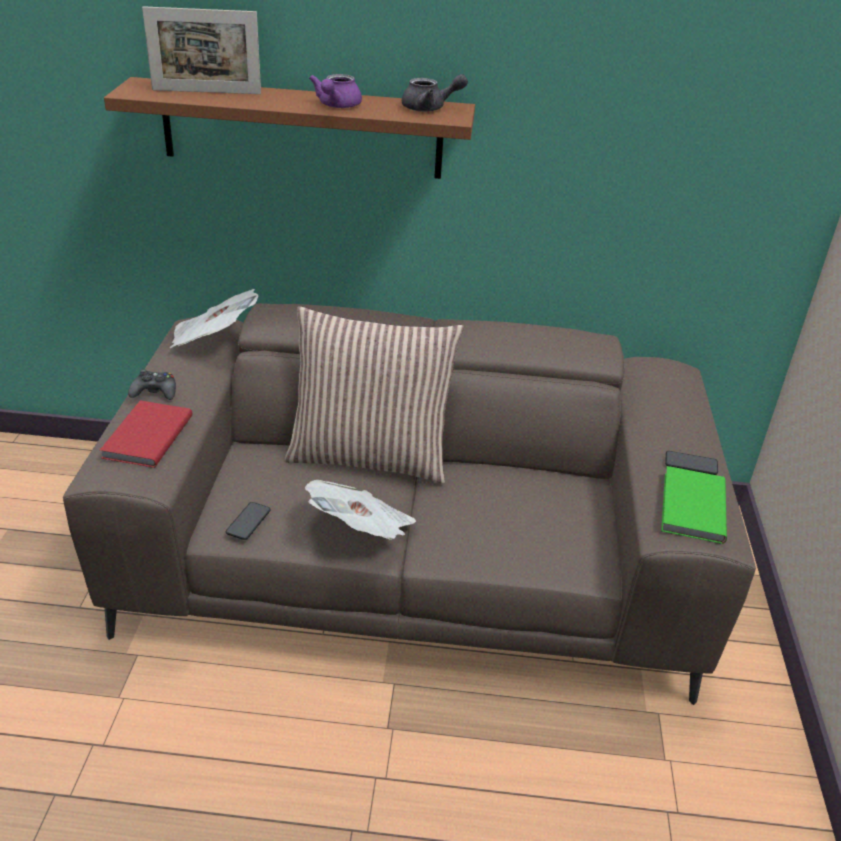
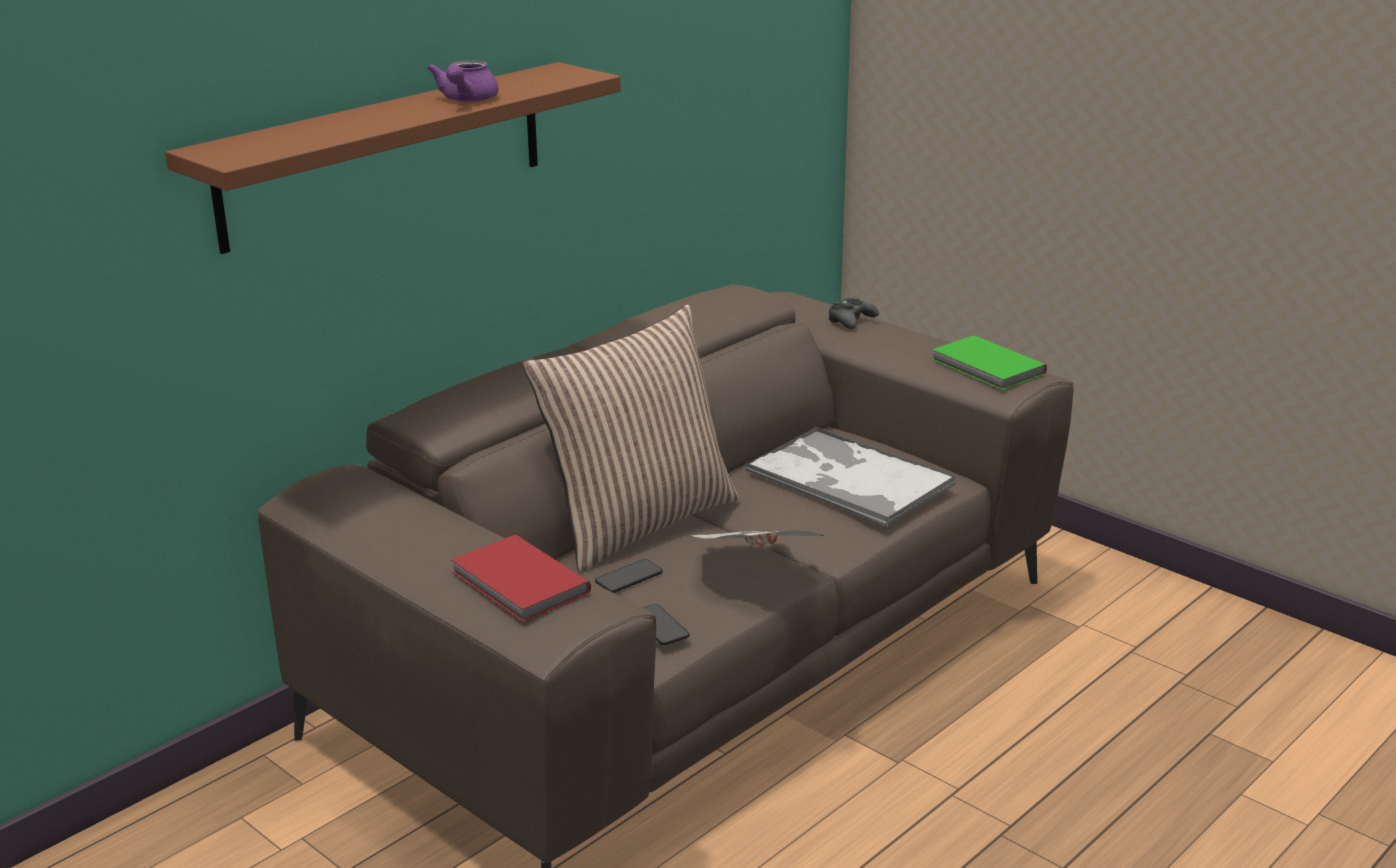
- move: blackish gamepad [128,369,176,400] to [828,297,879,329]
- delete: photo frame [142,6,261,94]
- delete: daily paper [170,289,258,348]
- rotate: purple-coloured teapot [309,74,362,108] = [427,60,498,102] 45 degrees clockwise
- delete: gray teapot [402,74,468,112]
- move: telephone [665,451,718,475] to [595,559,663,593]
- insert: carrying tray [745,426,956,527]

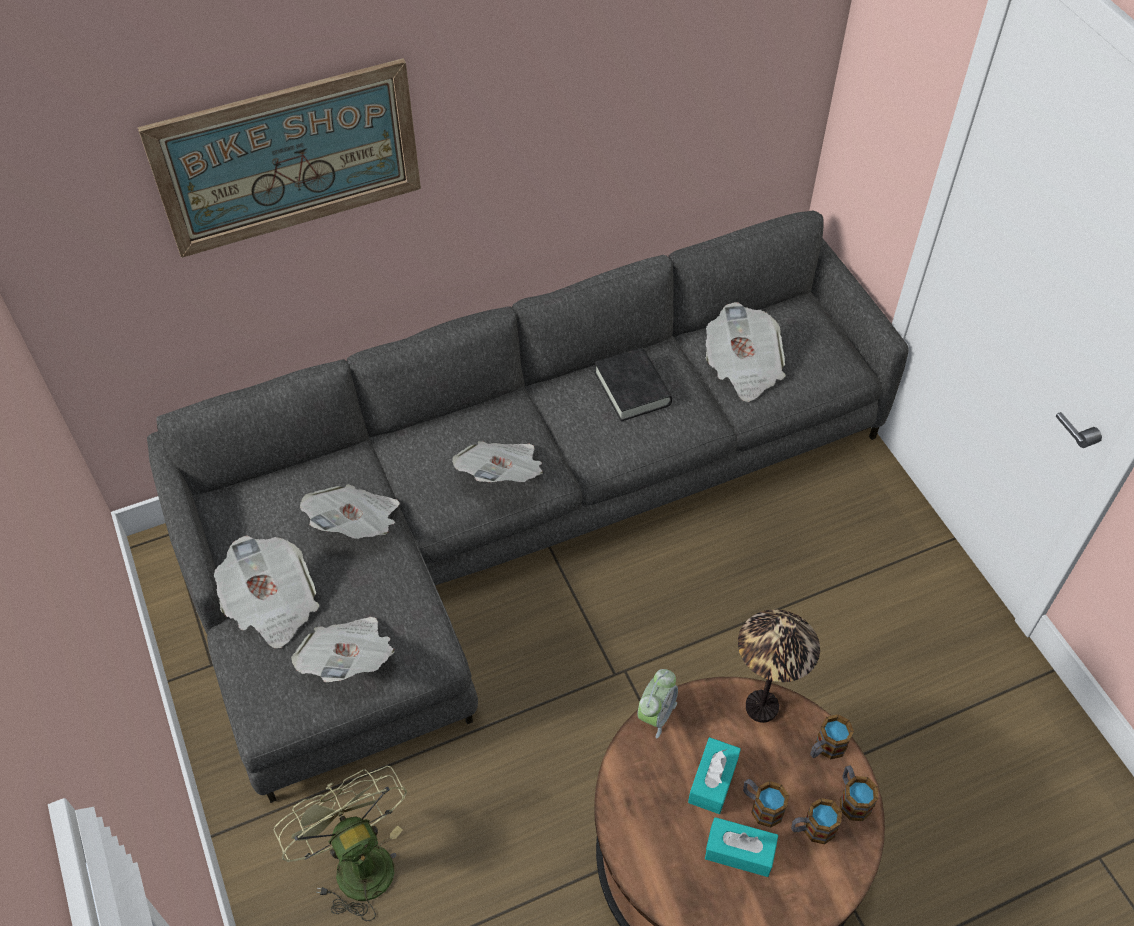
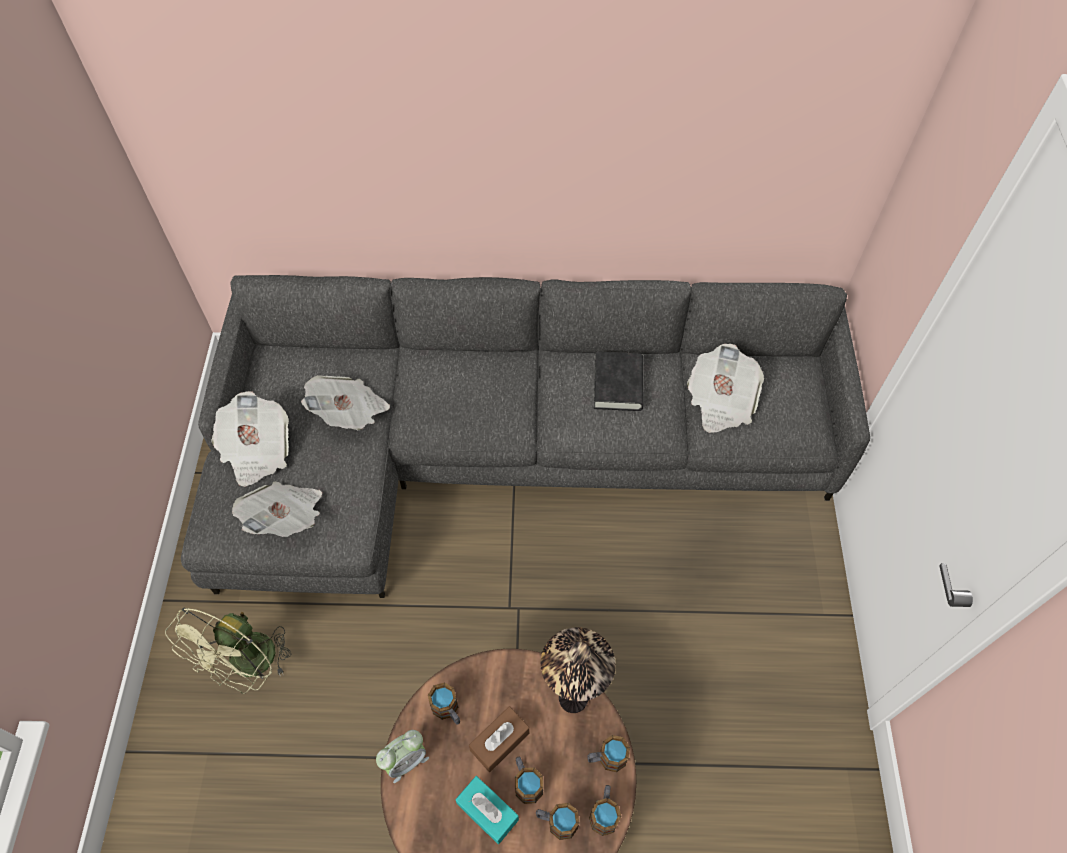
- delete: wall picture [138,58,421,258]
- rotate: greenish electric fan [274,766,407,921] = [165,607,291,694] 150 degrees counterclockwise
- delete: daily paper [452,441,543,482]
- move: table clock [637,669,678,738] to [376,730,429,783]
- recolor: turquoise-coloured tissue box [688,737,741,814] to brownish tissue box [469,706,529,772]
- insert: coffee mug [428,682,460,725]

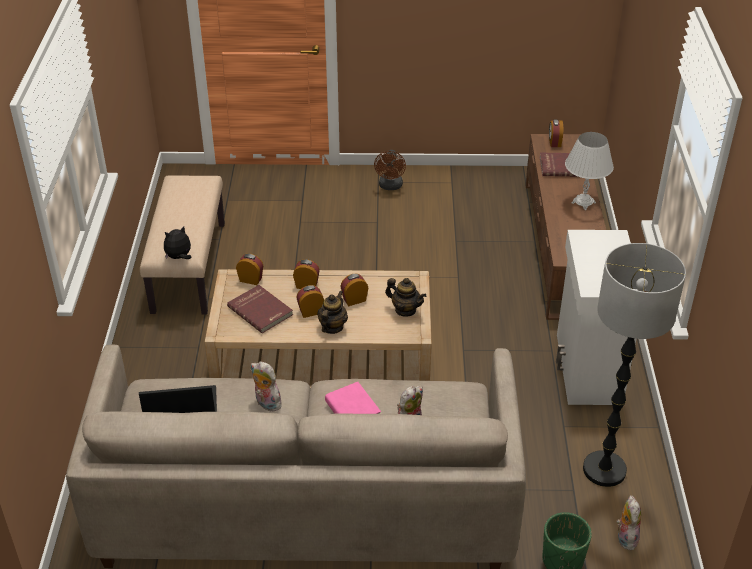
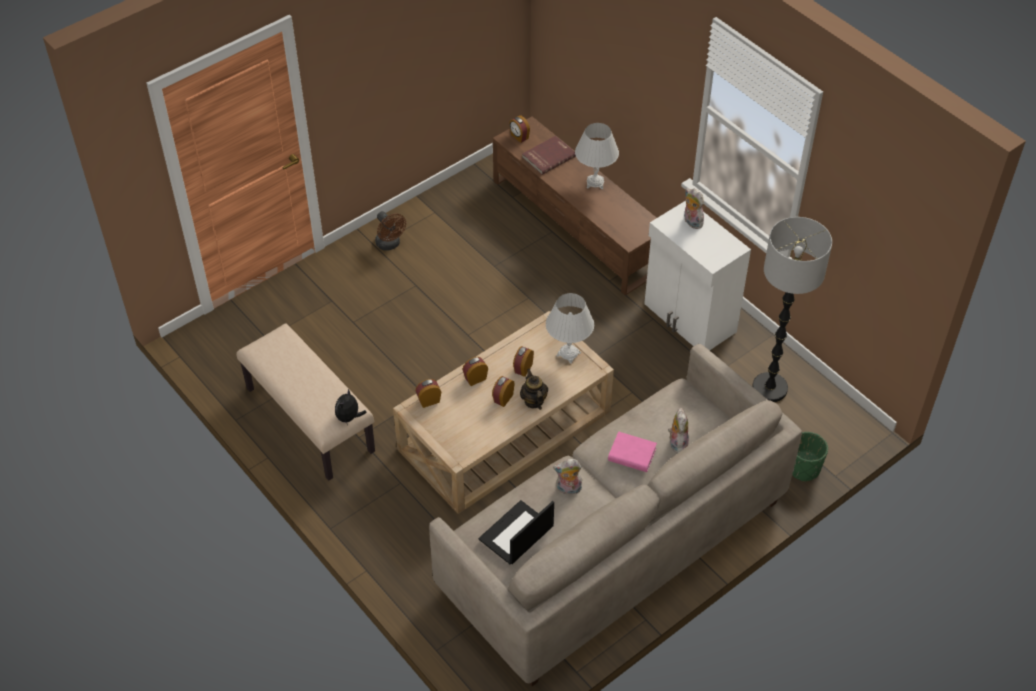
- delete: red-coloured bound book [227,285,293,333]
- replace: teapot [385,278,426,317] to white-coloured tabletop lamp [546,293,594,364]
- move: plush toy [616,495,641,550] to [684,188,705,229]

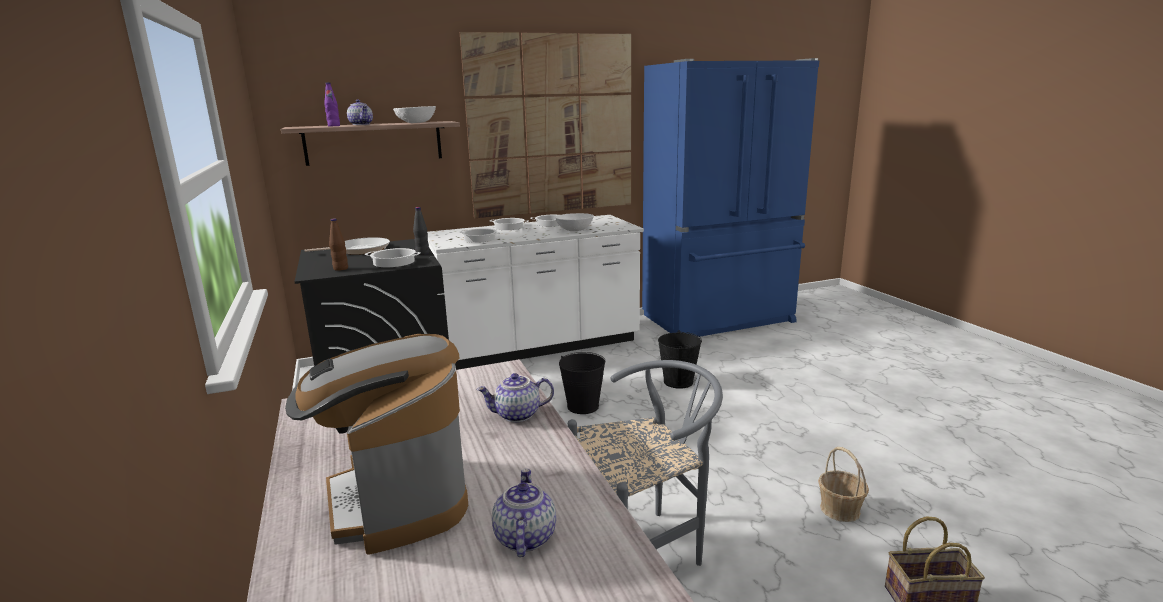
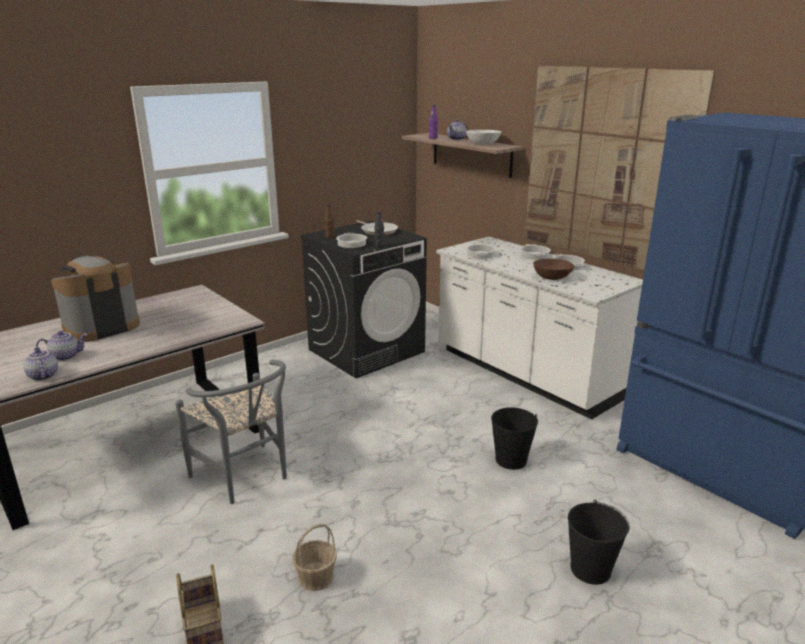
- move: teapot [477,373,554,422] to [23,347,58,381]
- recolor: white-coloured serving bowl [555,213,594,231] to brownish serving bowl [533,259,574,280]
- move: blackish water bucket [559,352,605,414] to [568,500,630,585]

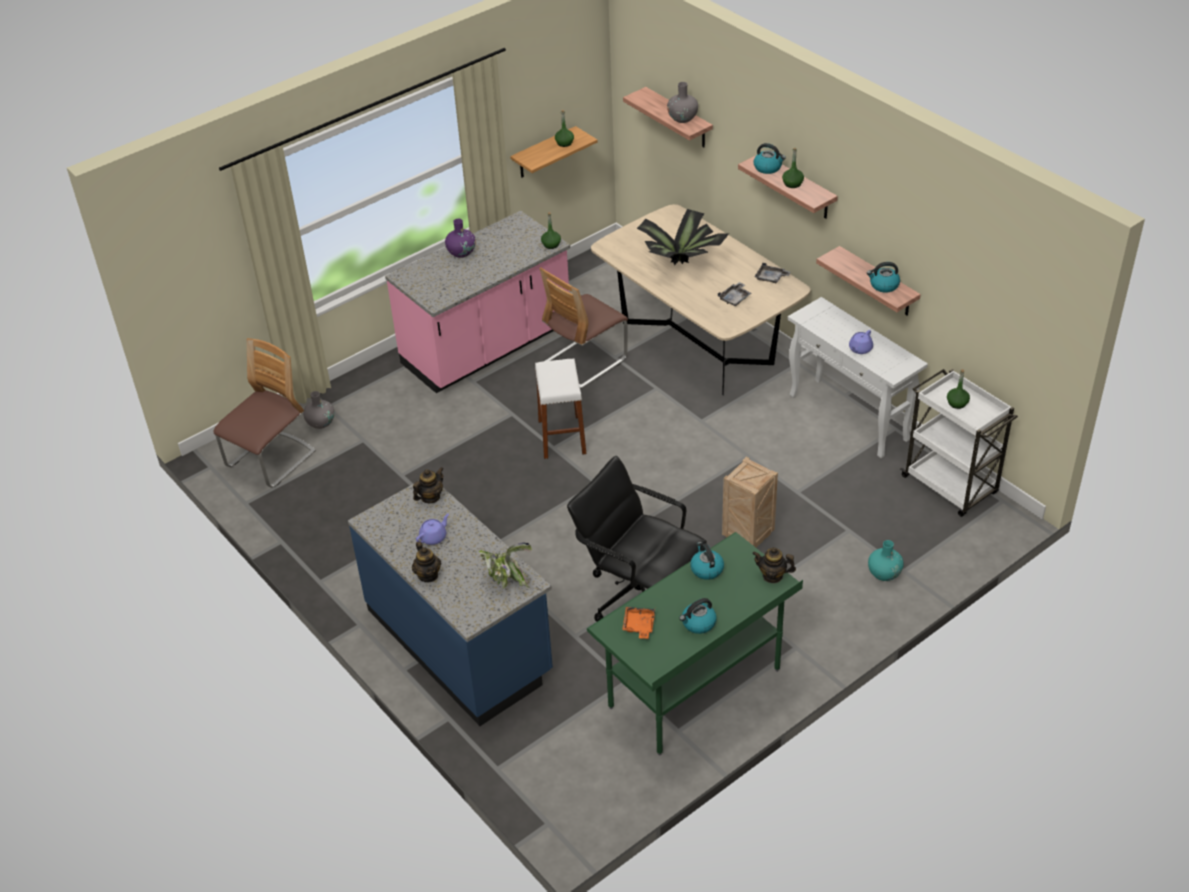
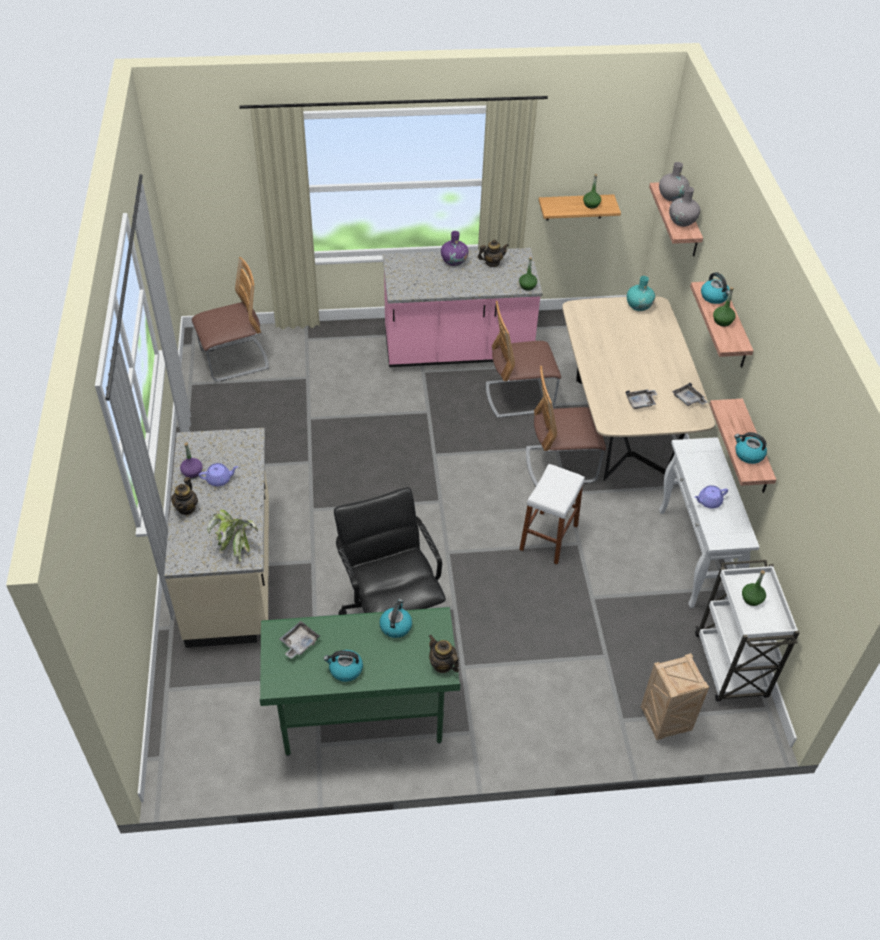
- move: gray flower vase [303,391,335,429] to [659,162,689,201]
- recolor: bluish counter [348,484,553,726] to beige-coloured counter [164,428,269,648]
- move: teapot [413,467,444,503] to [478,239,509,267]
- move: white-coloured sitting stool [535,359,586,459] to [519,464,585,565]
- recolor: orange carrying tray [622,607,655,639] to gray carrying tray [280,621,320,659]
- delete: houseplant [637,209,729,265]
- move: shipping crate [722,457,778,547] to [641,653,709,740]
- move: turquoise-coloured flower vase [868,540,904,581] to [627,276,655,311]
- insert: purple-coloured drink bottle [180,442,203,479]
- insert: plain chair [526,366,606,487]

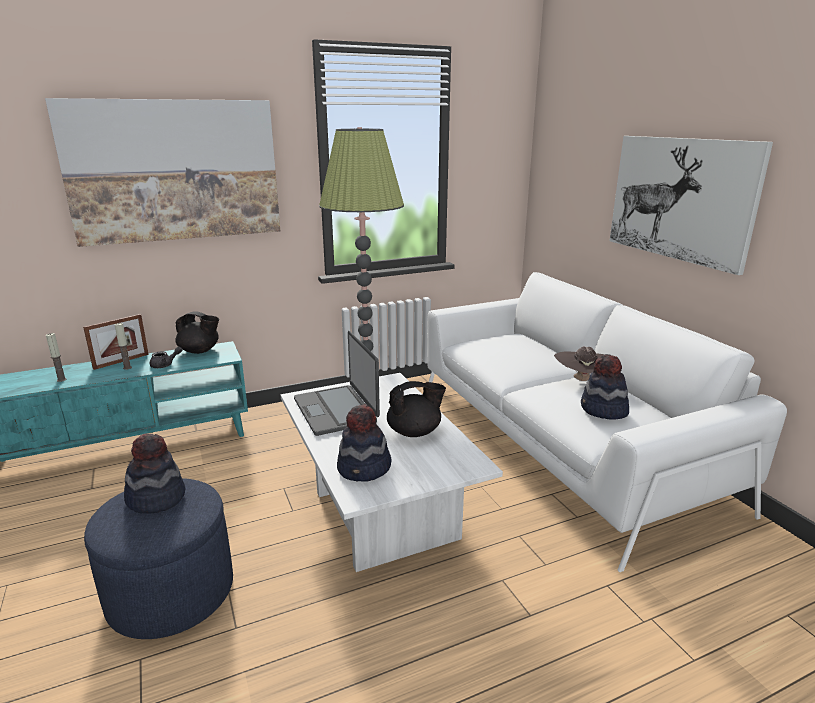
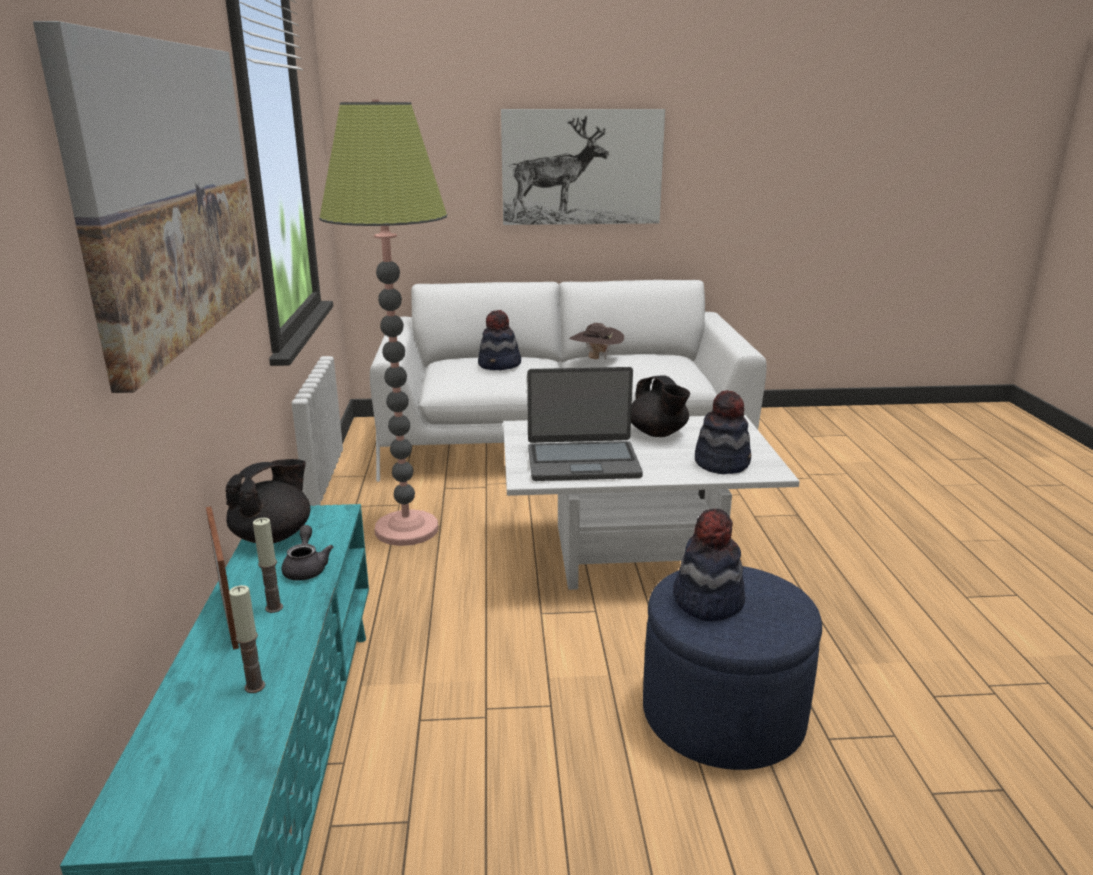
- rotate: blackish teapot [387,381,446,437] = [631,375,690,437] 150 degrees clockwise
- move: wearable hat [581,354,629,420] to [478,310,521,370]

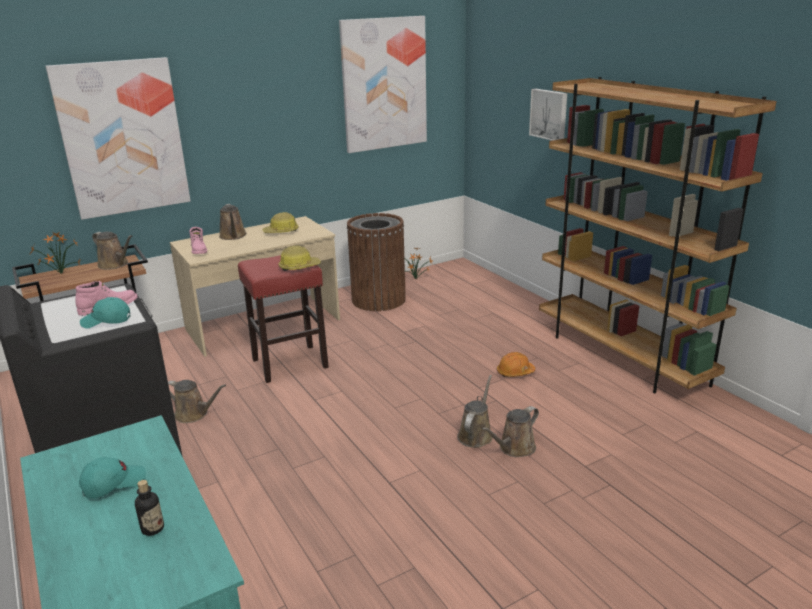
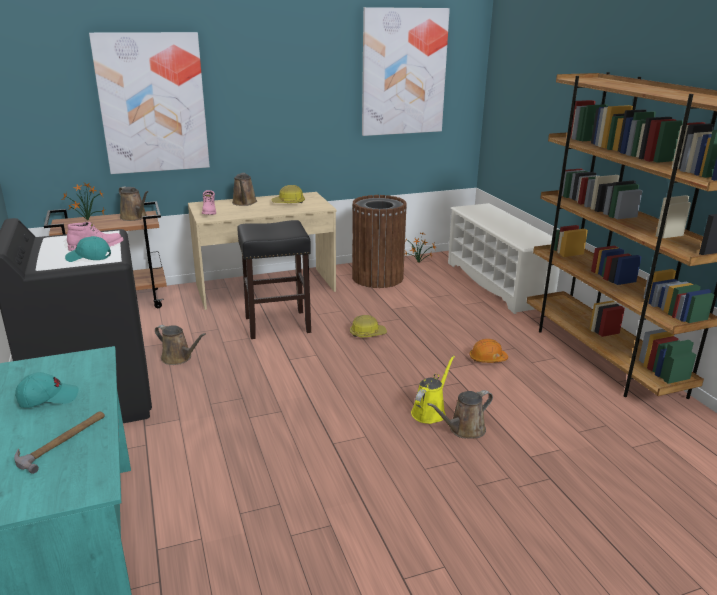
- replace: drink bottle [135,480,164,536] to tool hammer [14,411,105,474]
- recolor: red-coloured sitting stool [238,255,329,383] to blackish sitting stool [237,220,311,339]
- move: work helmet [279,246,321,271] to [350,315,387,337]
- recolor: brownish sprinkling can [457,375,493,448] to yellowish sprinkling can [411,356,455,424]
- delete: wall picture [529,89,567,140]
- insert: white-coloured shoe rack [448,203,560,314]

